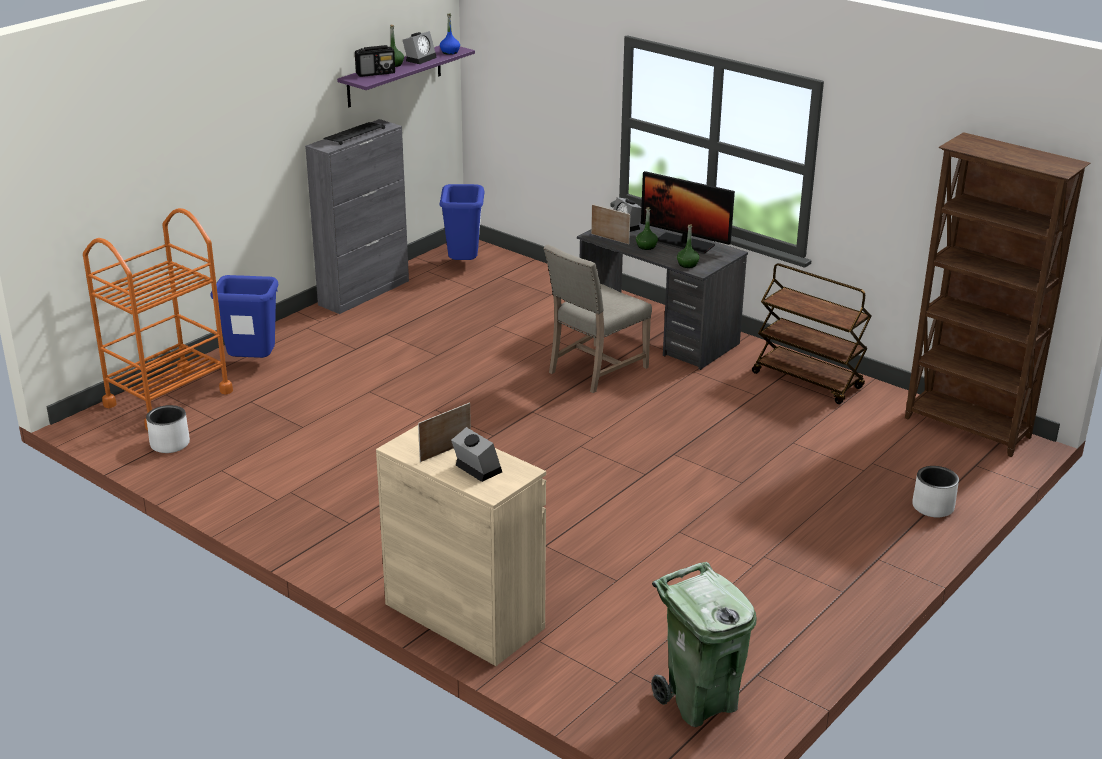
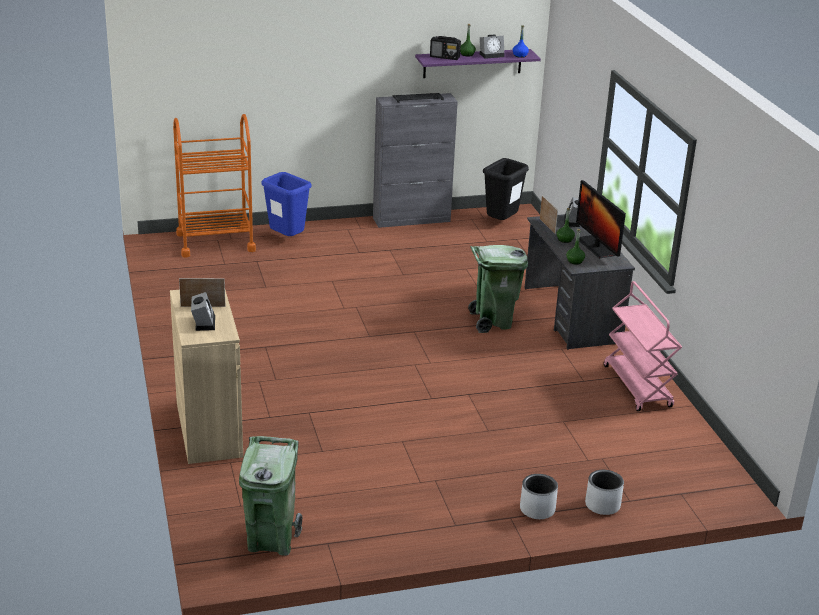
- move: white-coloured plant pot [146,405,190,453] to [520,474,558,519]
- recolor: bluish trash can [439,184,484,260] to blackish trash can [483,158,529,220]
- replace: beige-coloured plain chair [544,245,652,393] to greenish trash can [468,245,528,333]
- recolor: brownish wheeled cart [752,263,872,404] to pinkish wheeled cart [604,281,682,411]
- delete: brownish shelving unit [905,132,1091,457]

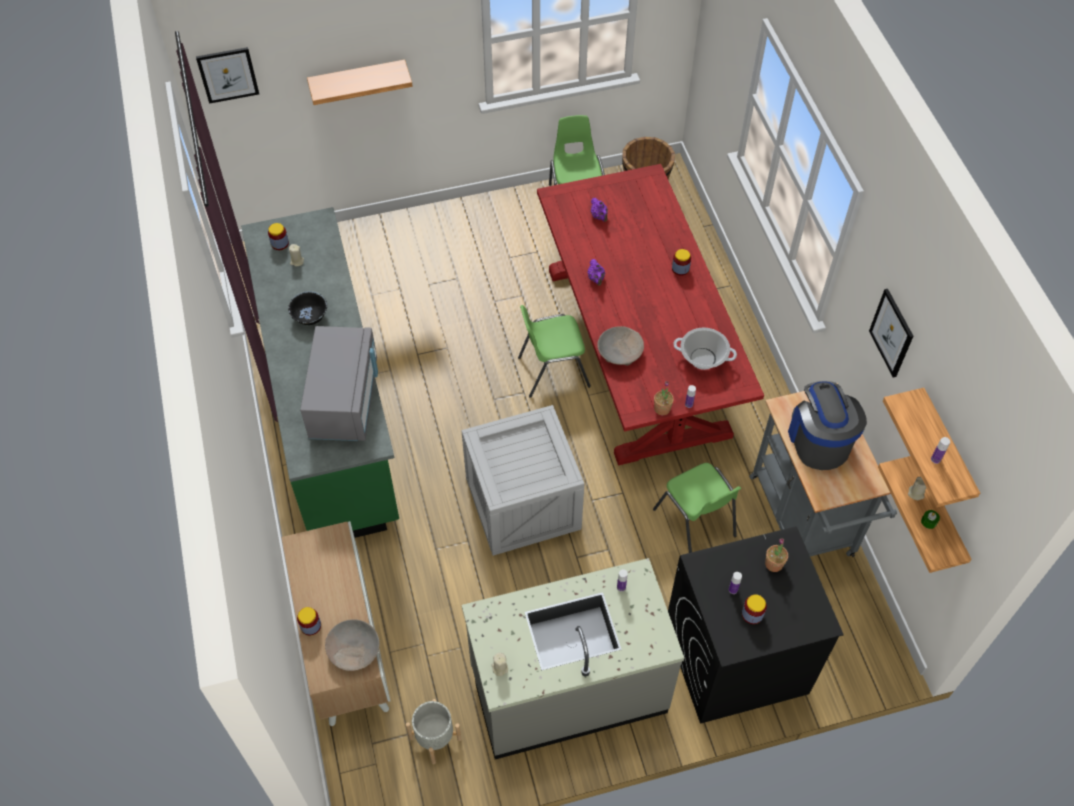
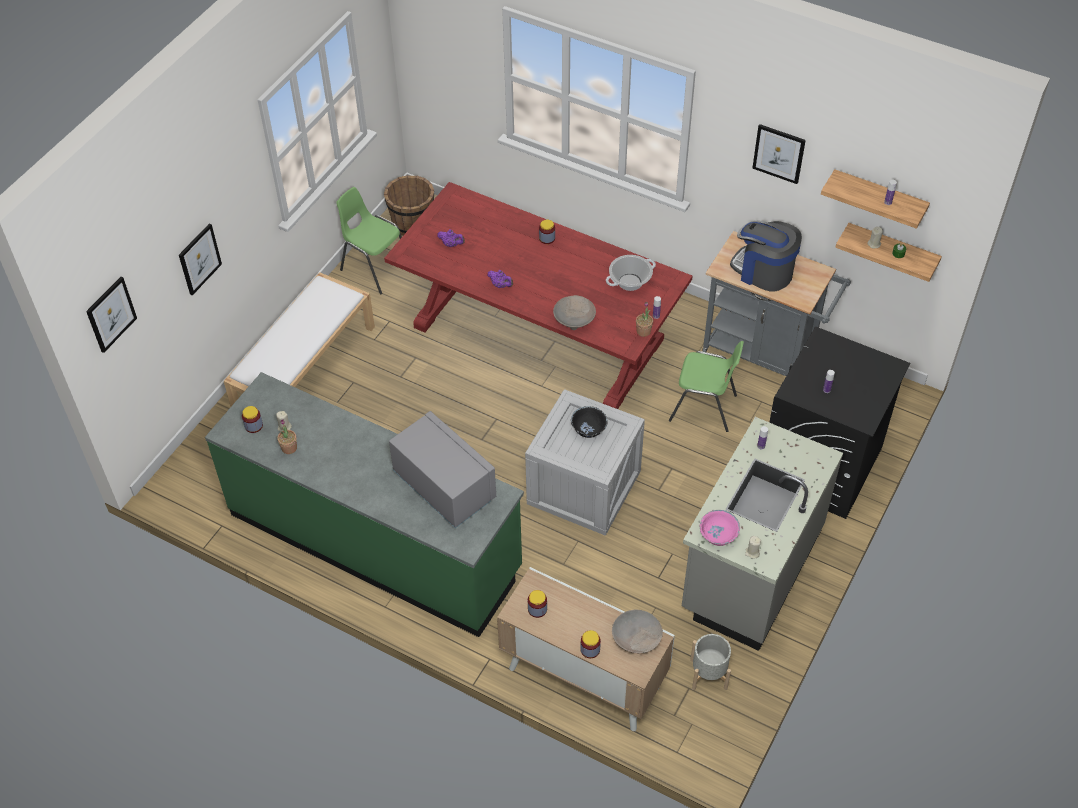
- move: blackish serving bowl [288,291,327,325] to [571,406,608,438]
- replace: shelf [307,60,412,105] to wall picture [179,223,222,296]
- delete: greenish plain chair [518,305,591,398]
- move: preserve jar [742,594,767,624] to [528,590,547,618]
- move: houseplant [765,538,788,572] to [277,419,297,454]
- insert: white-coloured long seat [224,272,375,406]
- insert: pinkish serving bowl [700,510,740,546]

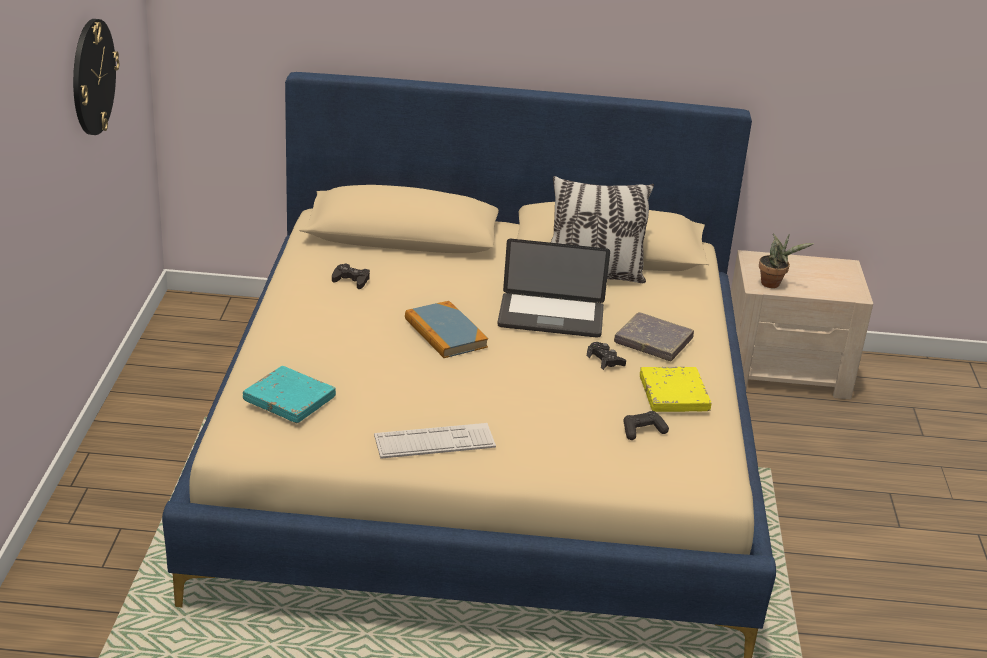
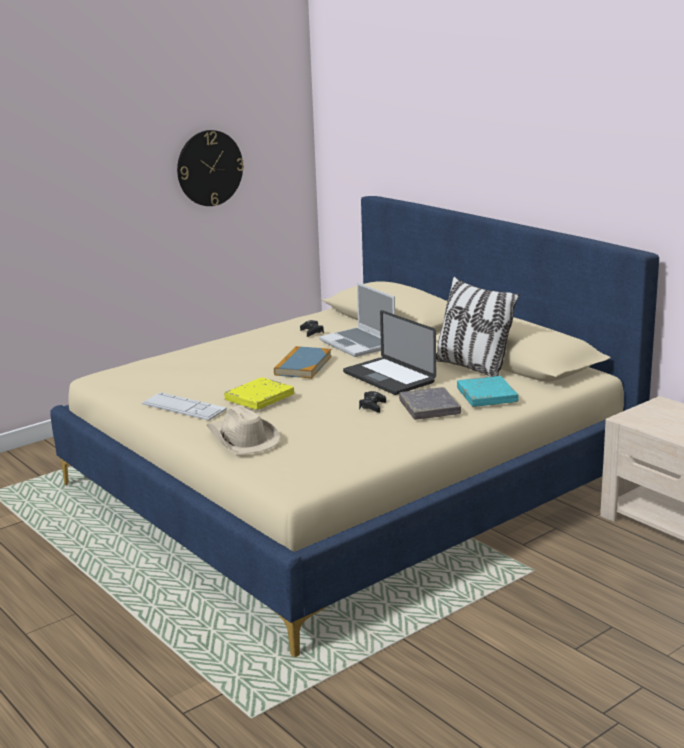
- move: turquoise-coloured bound book [243,366,336,423] to [457,376,518,407]
- delete: blackish gamepad [623,411,669,440]
- move: yellowish bound book [640,367,712,412] to [224,377,294,410]
- delete: houseplant [759,234,814,288]
- insert: beige-coloured wearable hat [206,405,280,454]
- insert: portable computer [319,282,395,357]

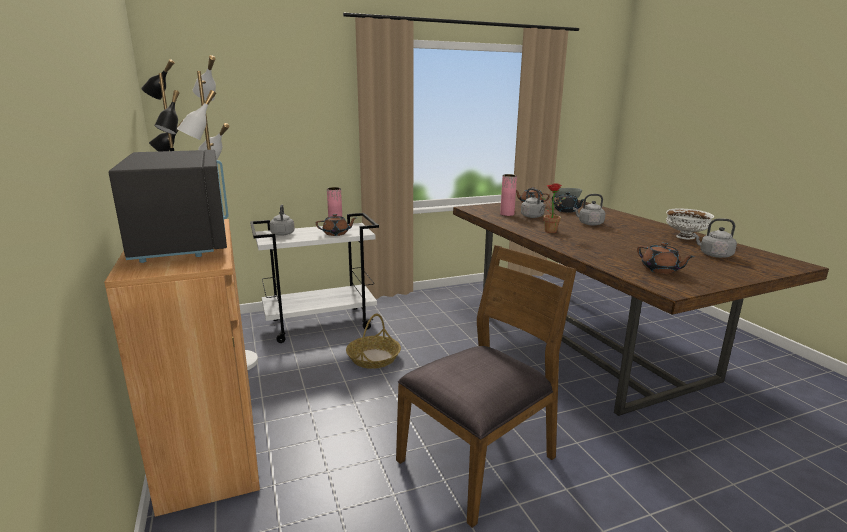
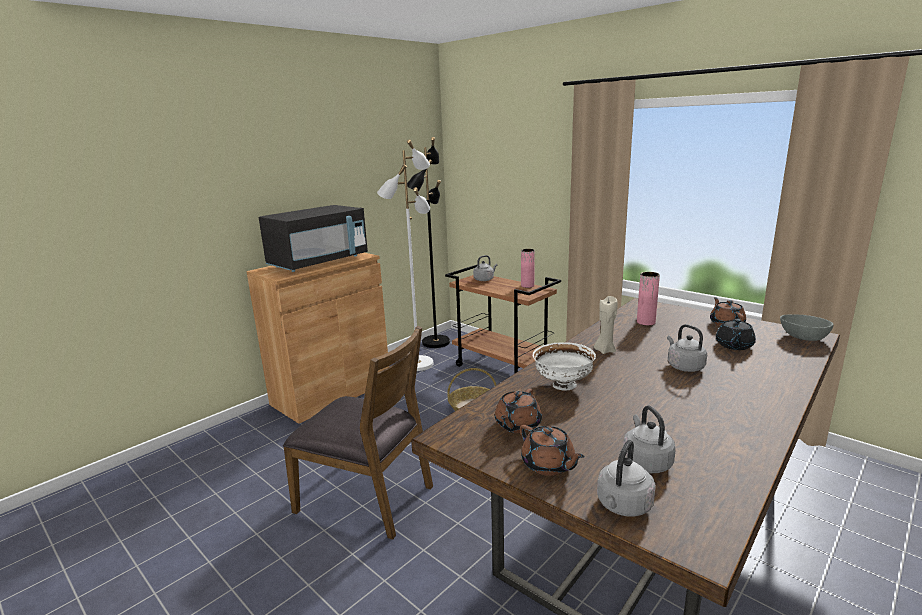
- recolor: white-coloured wheeled cart [250,213,379,343] to brownish wheeled cart [445,264,561,374]
- move: brownish teapot [316,214,356,236] to [520,425,585,476]
- move: gray tea kettle [521,188,546,218] to [597,440,656,517]
- replace: houseplant [541,184,566,233] to beige-coloured wax light [594,296,618,354]
- move: white-coloured serving bowl [666,209,714,239] to [533,342,596,390]

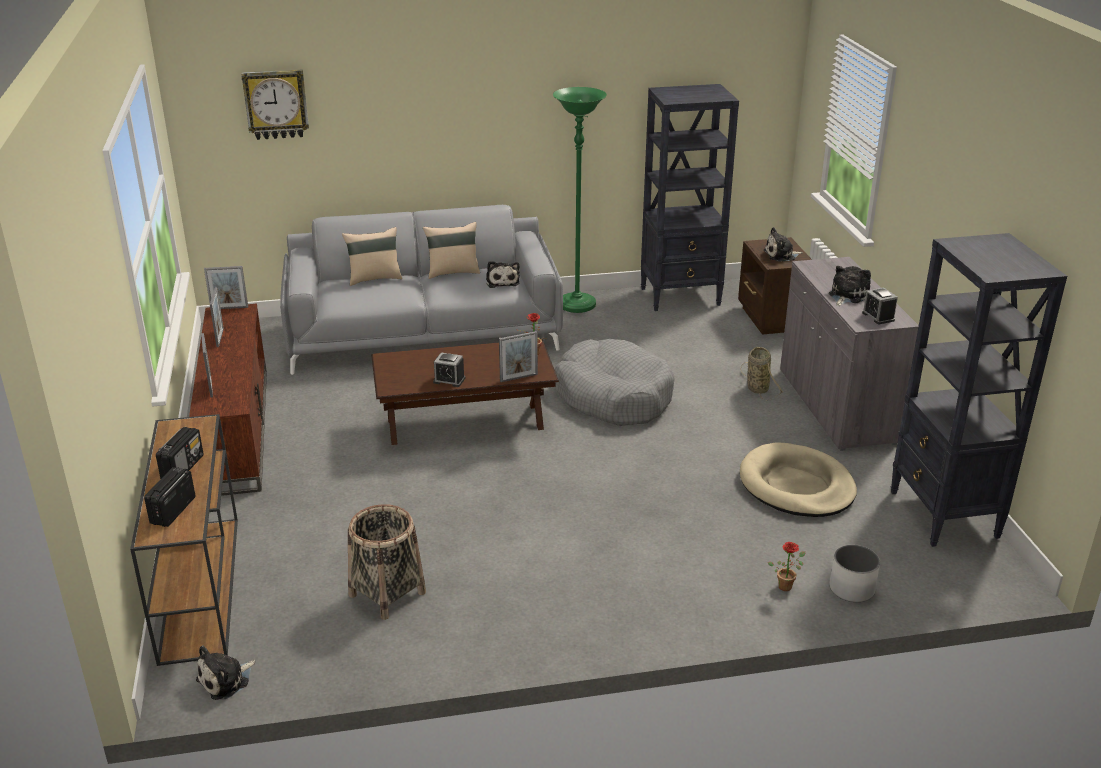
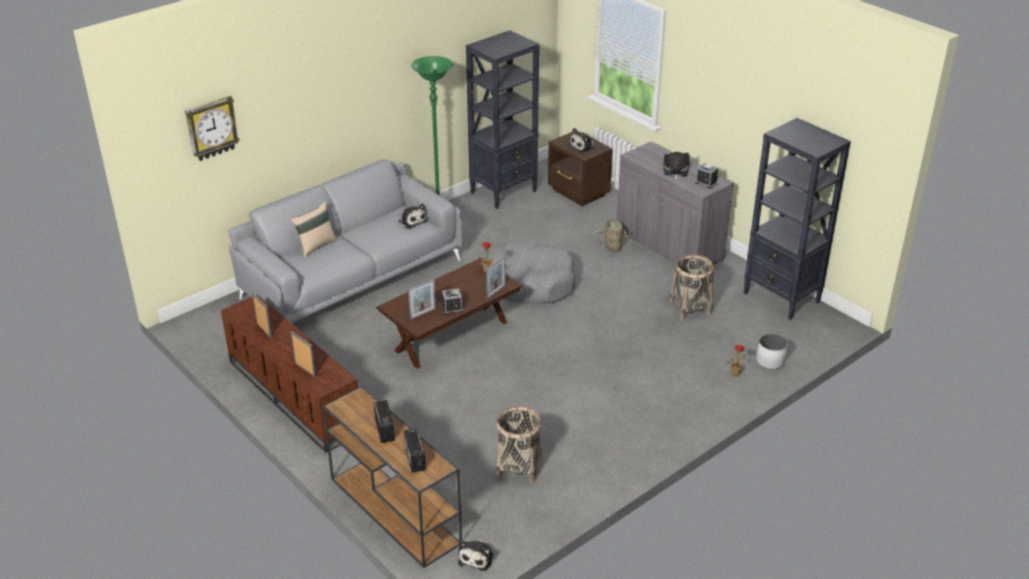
- move: photo frame [204,266,248,309] to [408,279,436,320]
- delete: beige-coloured cushion [423,222,480,279]
- replace: beige-coloured dog cushion [740,442,857,517] to household basket [669,254,714,320]

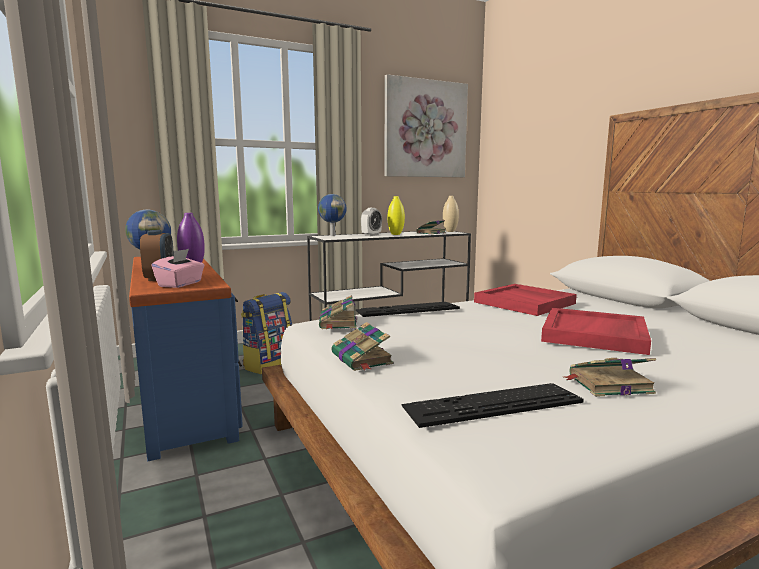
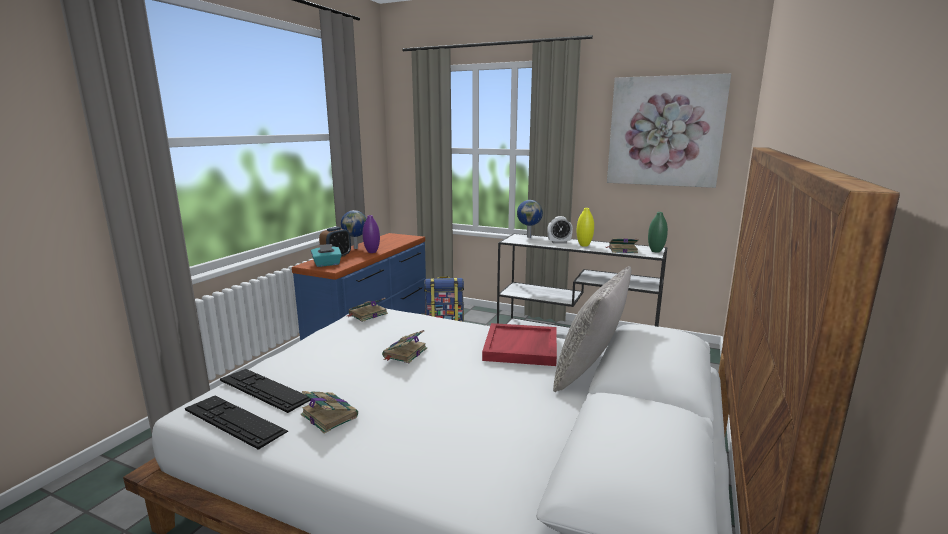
- recolor: pinkish tissue box [151,249,205,288] to turquoise-coloured tissue box [311,244,342,267]
- move: bound book [331,322,394,371] to [382,330,427,363]
- move: keyboard [355,302,460,317] to [185,396,288,450]
- recolor: beige-coloured flower vase [443,196,459,232] to greenish flower vase [648,212,668,253]
- delete: red-coloured carrying tray [541,308,651,355]
- insert: gray cushion [553,266,631,392]

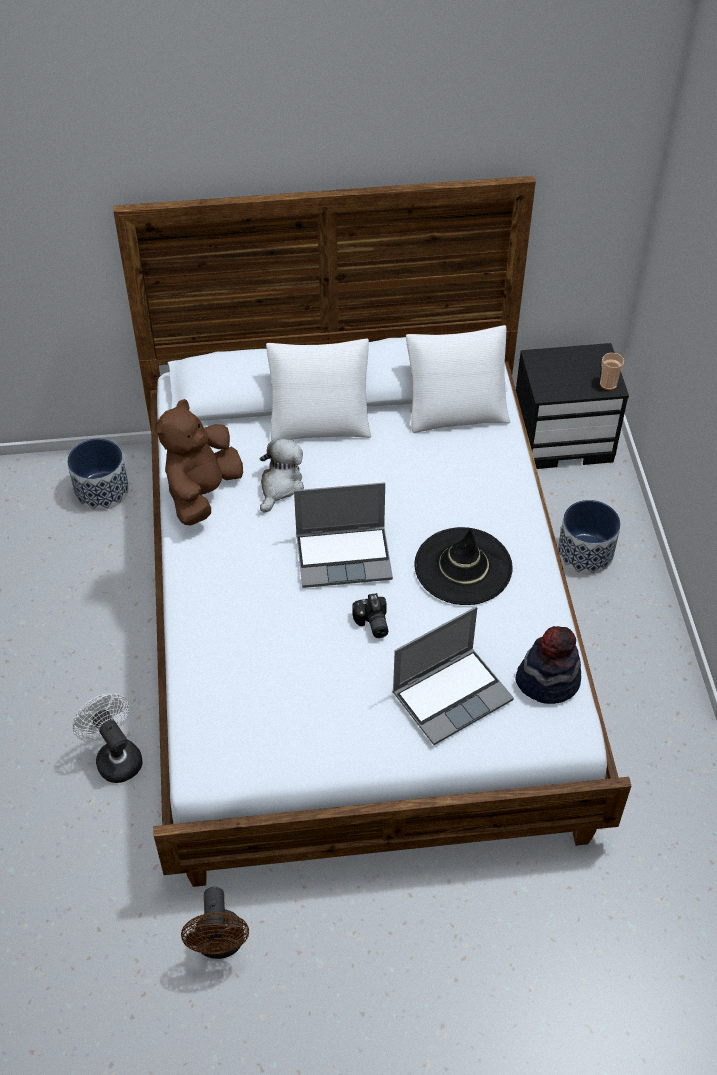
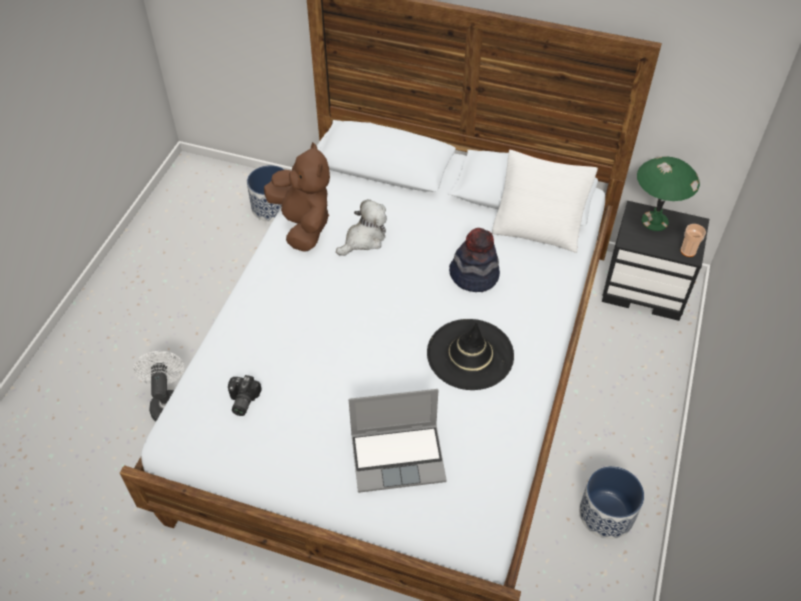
- rotate: brownish plush toy [155,399,243,526] = [264,142,330,252] 105 degrees clockwise
- delete: brownish electric fan [181,887,249,959]
- delete: white-coloured cushion [266,339,371,441]
- delete: portable computer [294,482,393,588]
- move: still camera [352,593,388,638] to [228,375,262,416]
- move: wearable hat [515,626,581,704] to [449,228,500,292]
- move: plant pot [558,500,621,574] to [579,466,644,539]
- insert: greenish tabletop lamp [637,156,700,231]

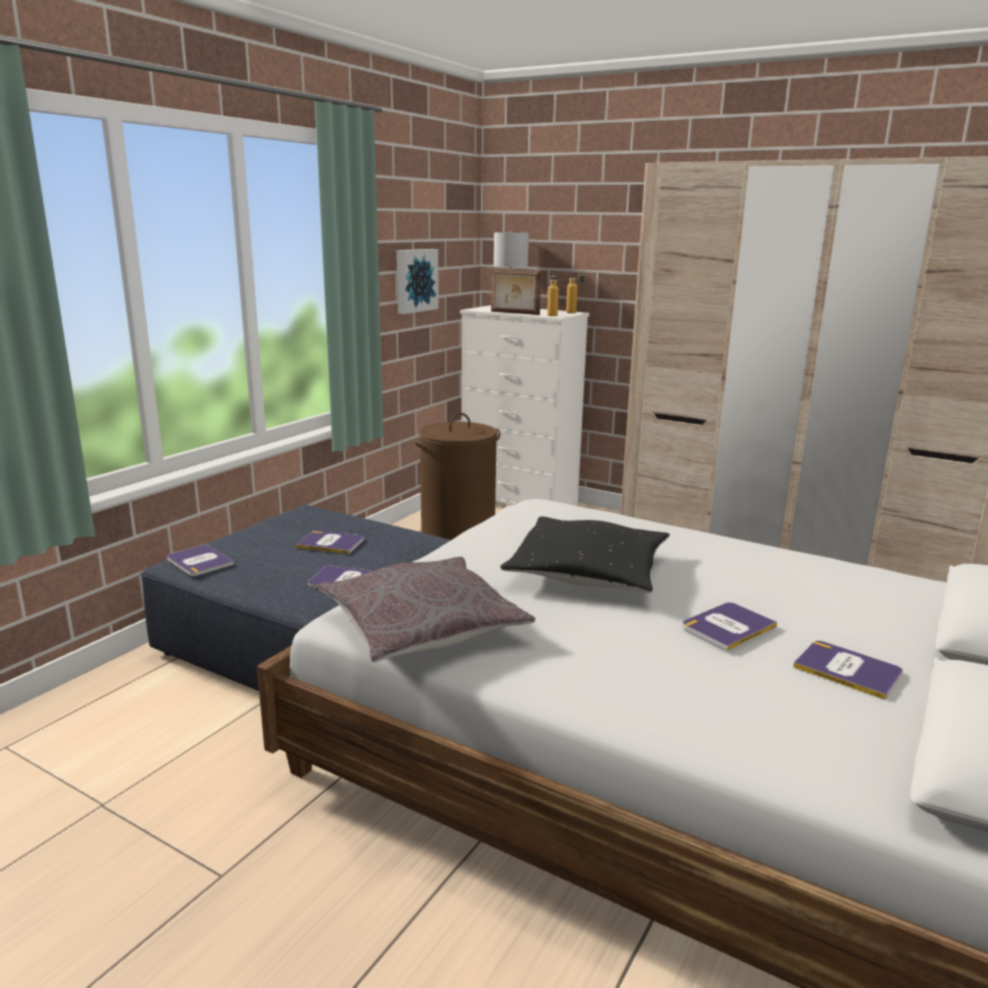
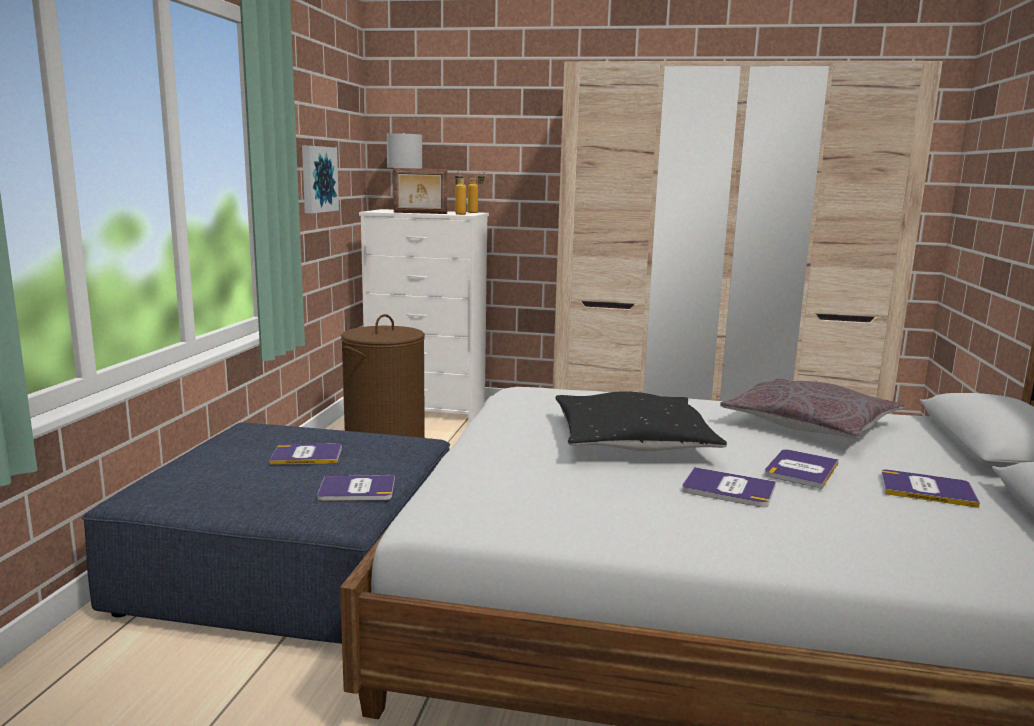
- move: bound book [167,544,234,576] to [682,467,776,507]
- move: gray cushion [318,557,535,662] to [720,379,905,439]

